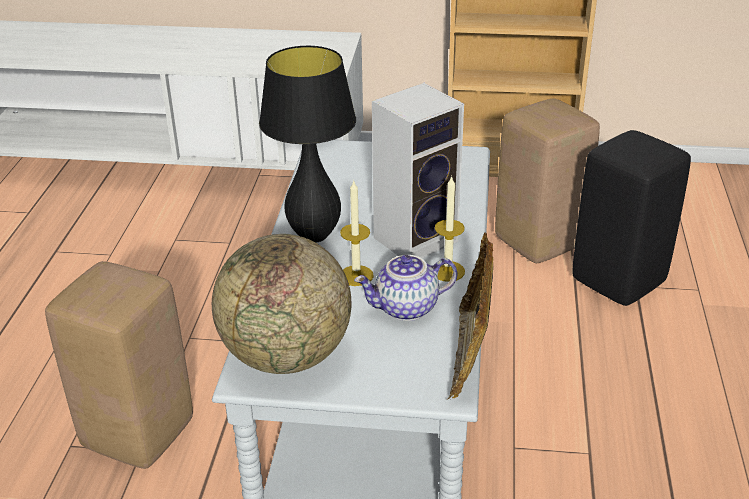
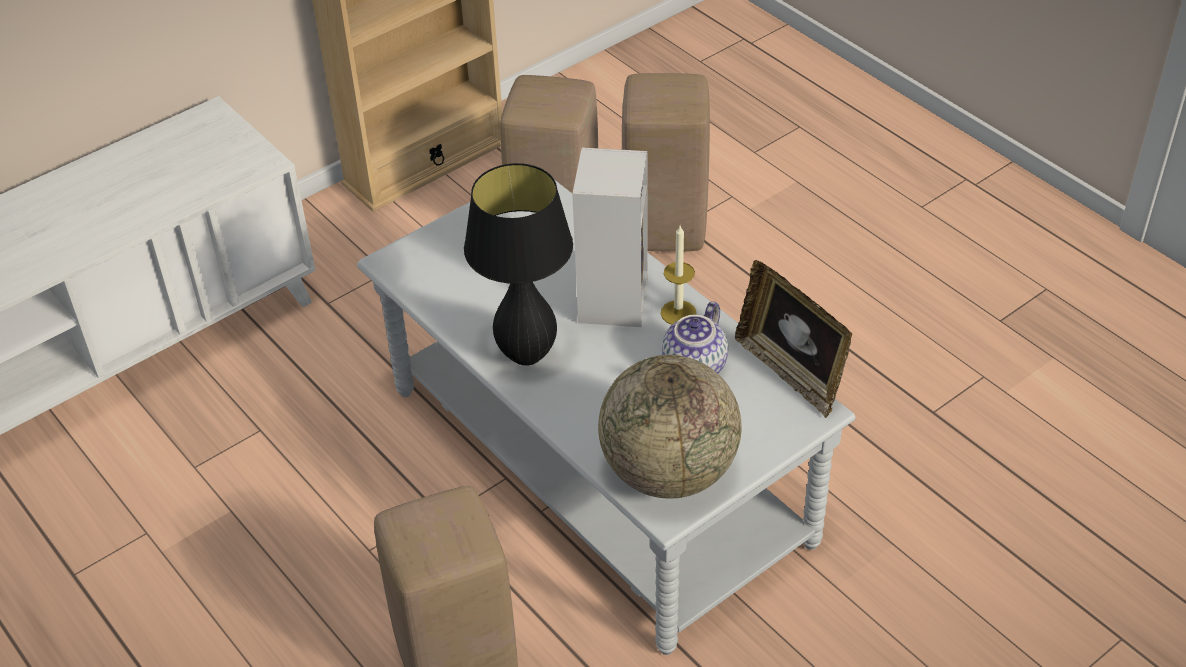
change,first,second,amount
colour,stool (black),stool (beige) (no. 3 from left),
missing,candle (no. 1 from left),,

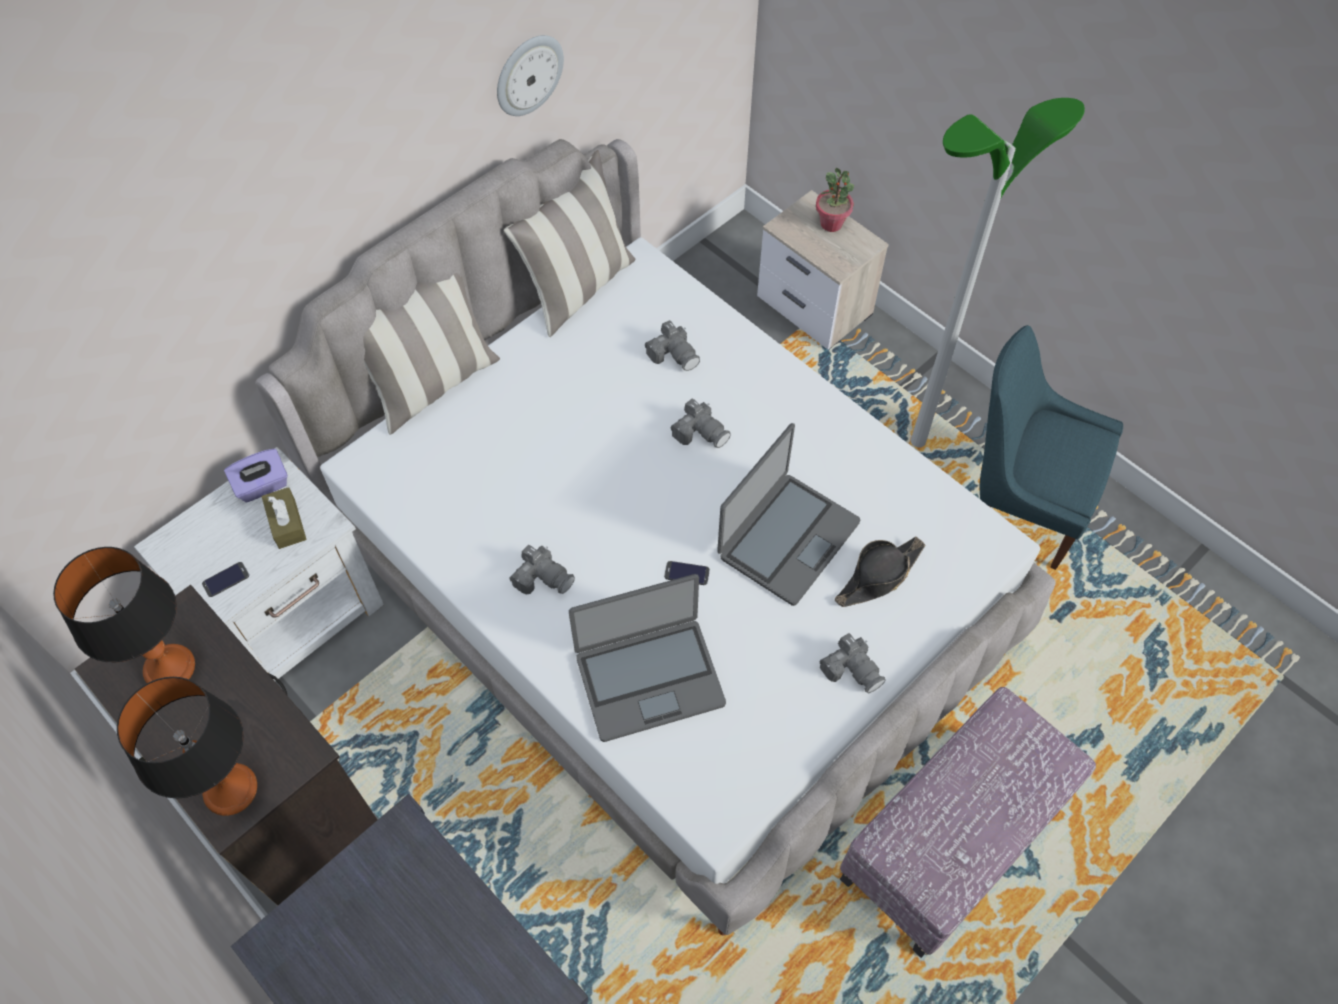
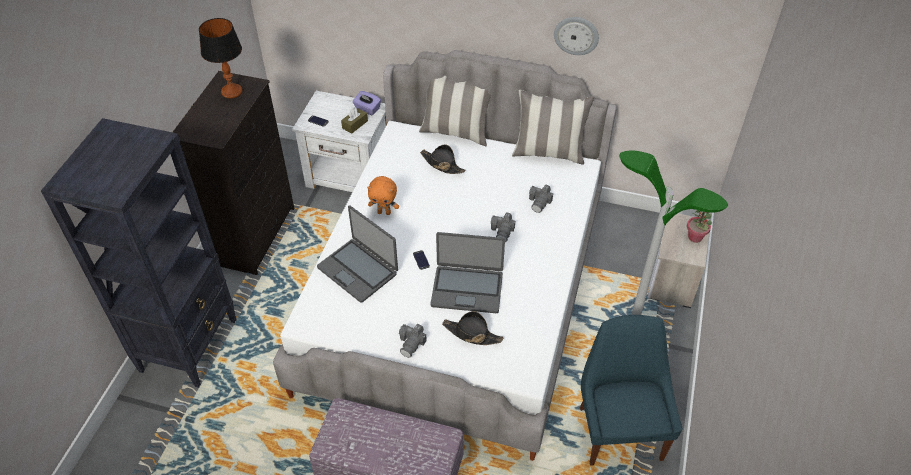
change,first,second,amount
exchanged,photo camera (no. 1 from left),plush toy (orange),
missing,table lamp (no. 2 from left),,
appeared,,hat (black) (no. 1 from left),

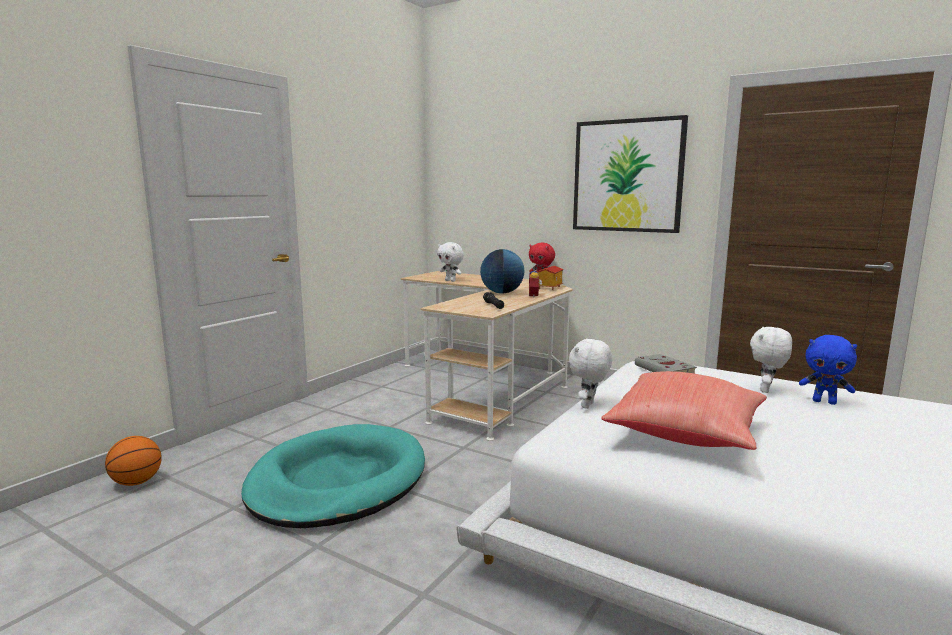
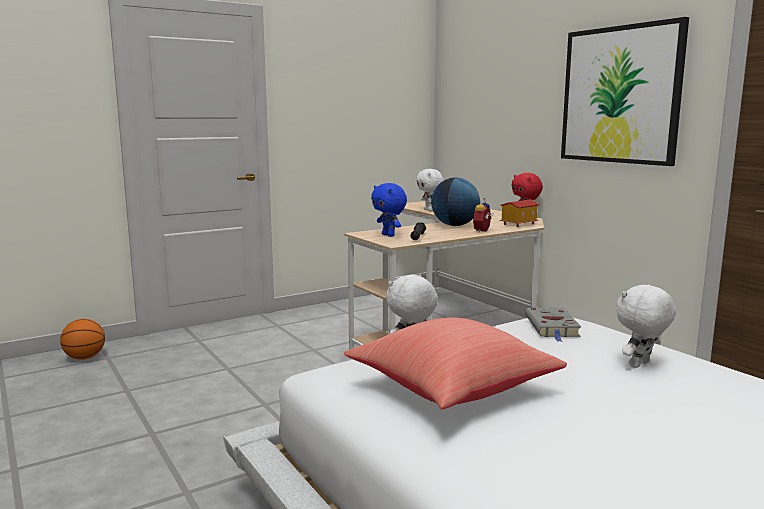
change,first,second,amount
relocated,plush toy (blue),,
missing,dog bed (turquoise),,

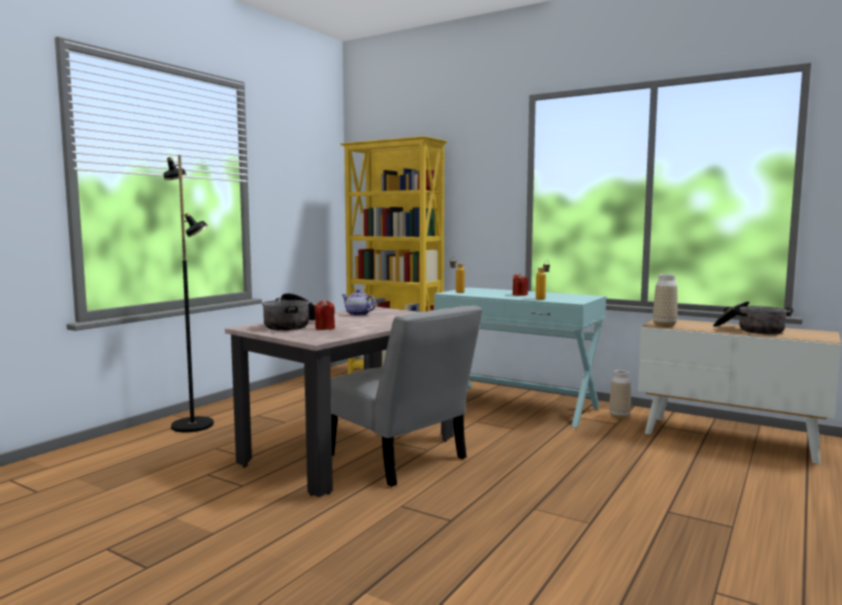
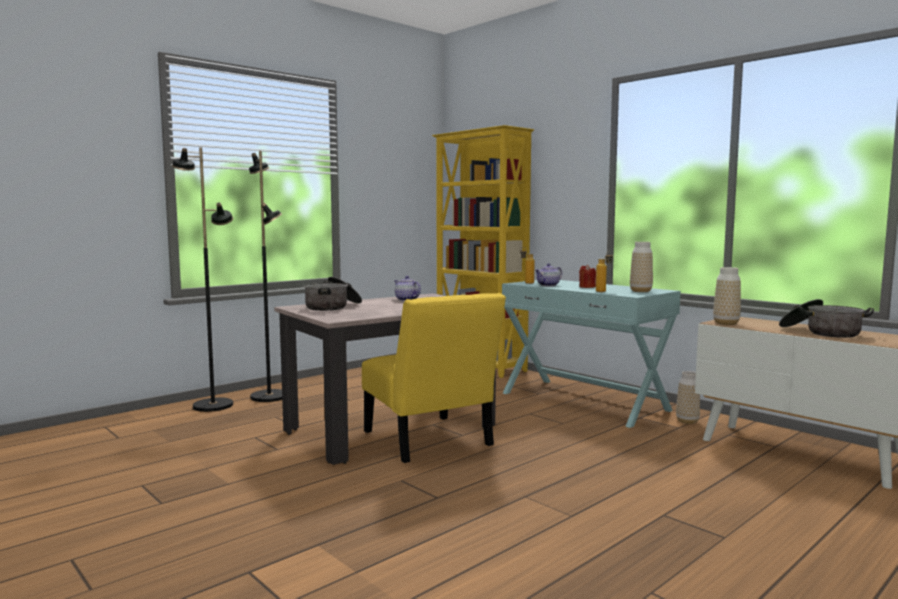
change,first,second,amount
missing,candle (red) (no. 1 from left),,
colour,chair (grey),chair (yellow),
appeared,,floor lamp (black) (no. 1 from left),
appeared,,vase (no. 1 from left),
appeared,,teapot (no. 2 from left),

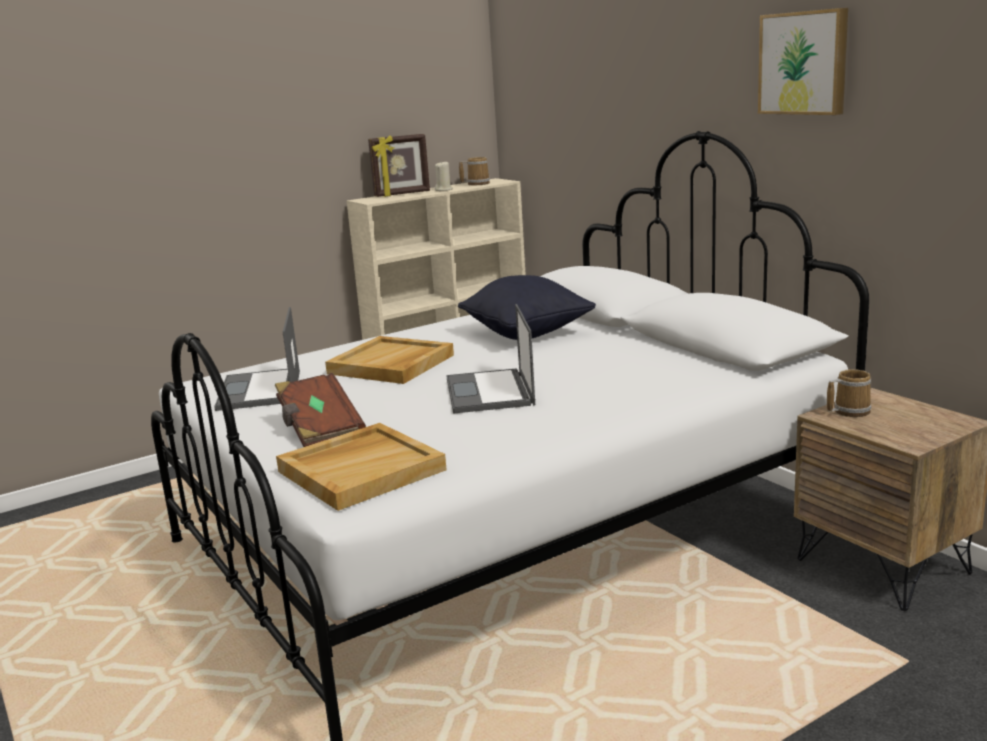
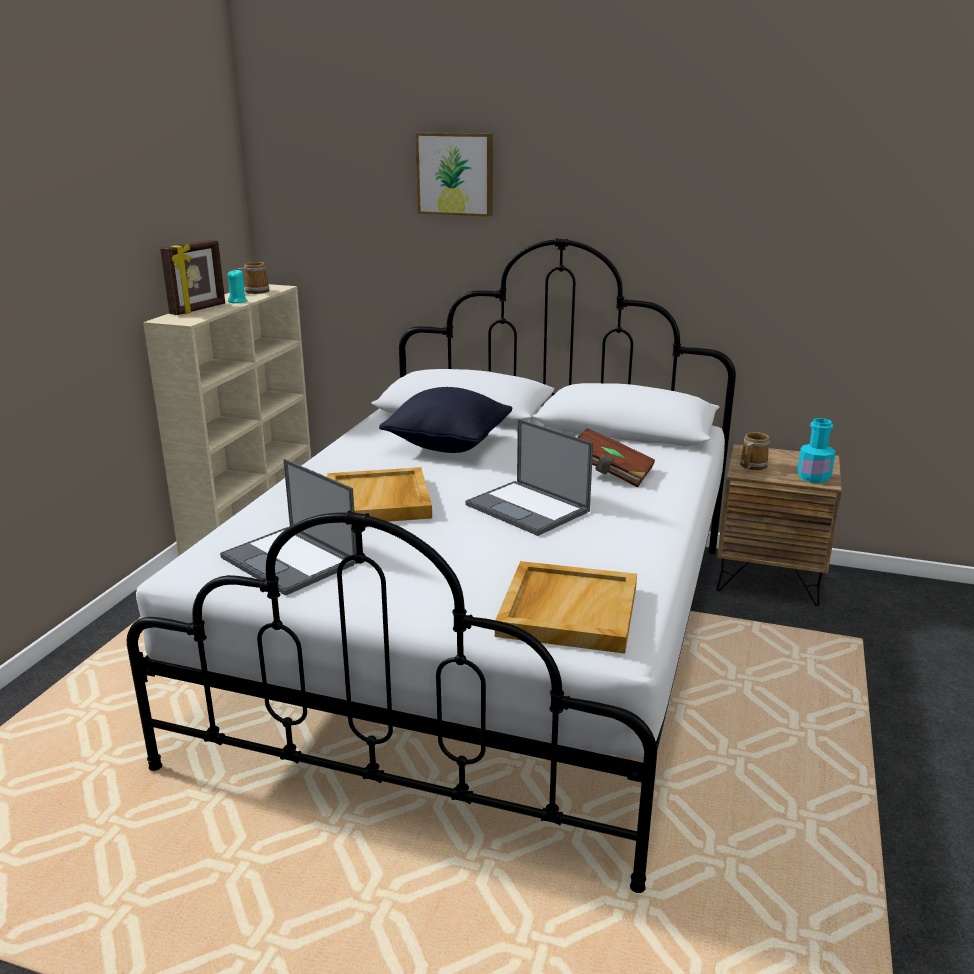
change,first,second,amount
relocated,picture,,
colour,candle (beige),candle (turquoise),
relocated,book (brown),,
appeared,,bottle (turquoise),

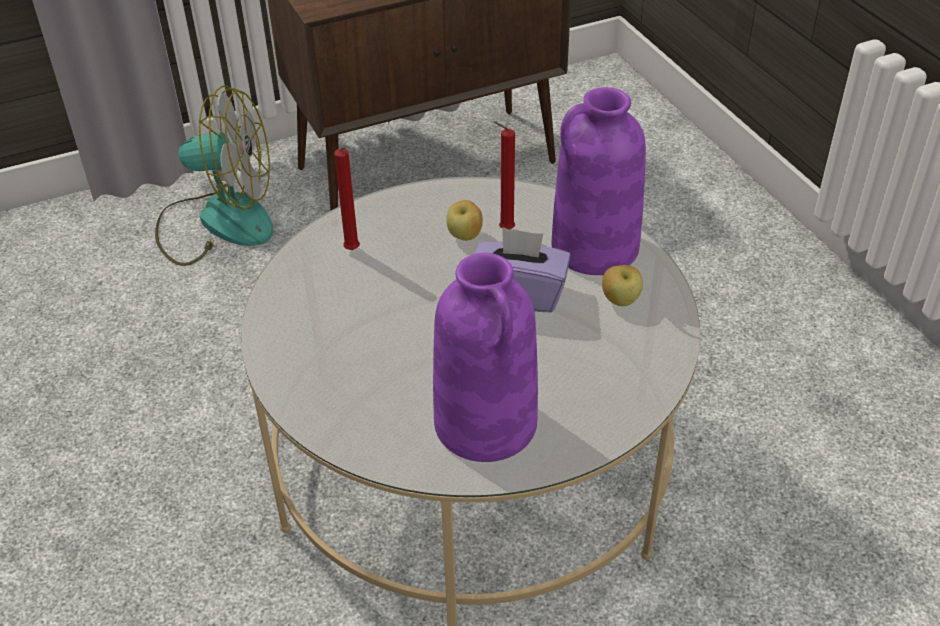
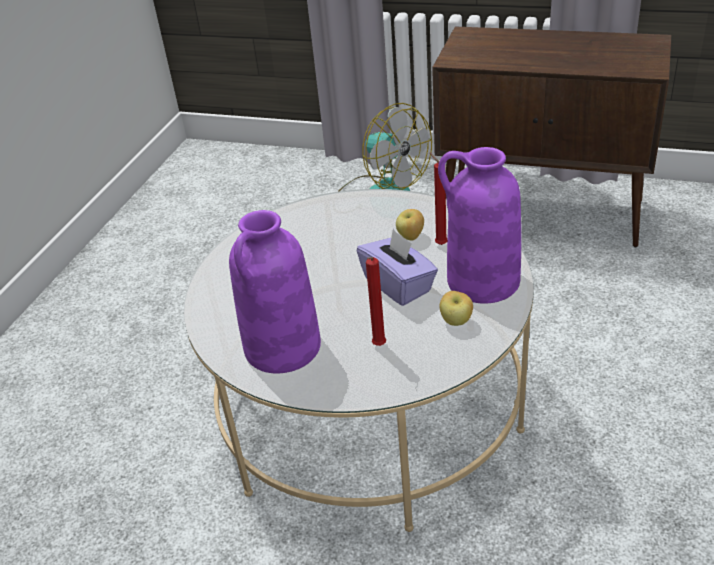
change,first,second,amount
relocated,candle (red) (no. 1 from left),,

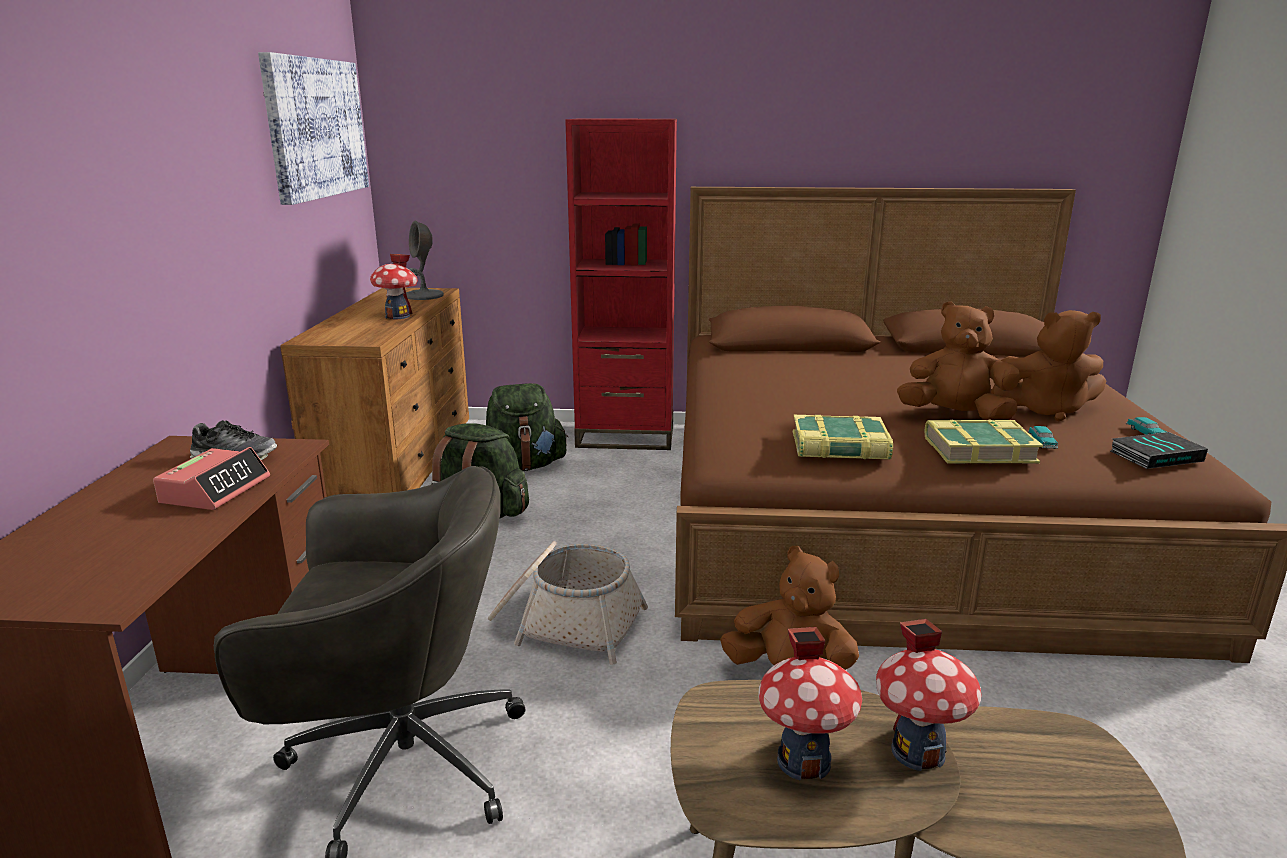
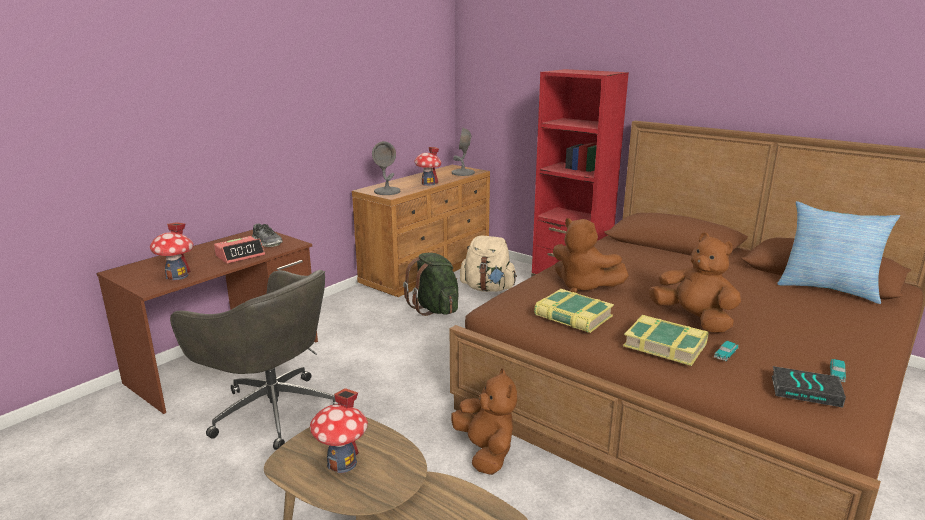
change,first,second,amount
missing,picture,,
relocated,plush toy (brown) (no. 3 from left in the first image),plush toy (brown) (no. 2 from left),
colour,backpack (green) (no. 2 from left),backpack (beige),
missing,basket,,
relocated,toy house (no. 3 from left in the first image),toy house (no. 1 from left),
appeared,,table lamp (grey) (no. 1 from left),
appeared,,pillow,

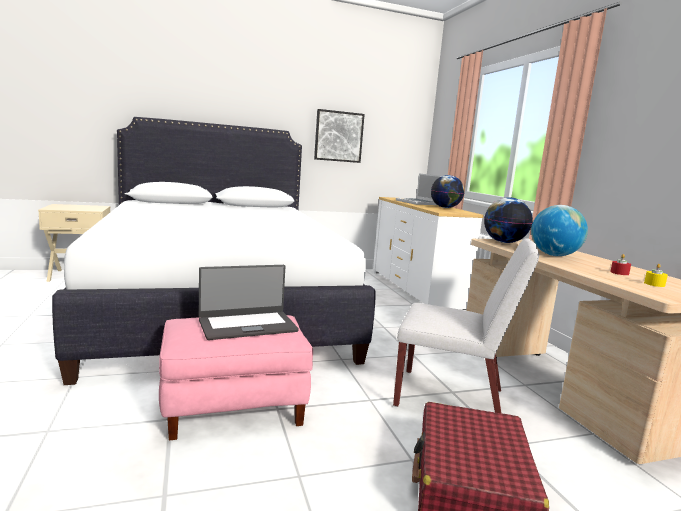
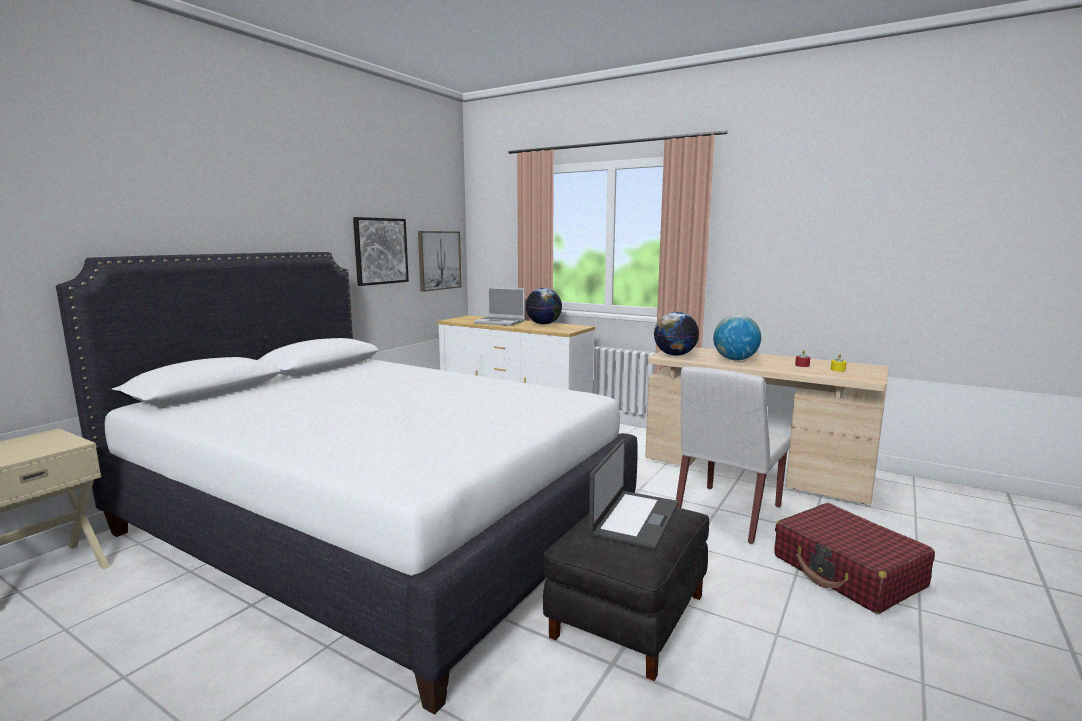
change,first,second,amount
spun,chair (white),,150 degrees clockwise
colour,ottoman (pink),ottoman (black),
appeared,,picture (no. 2 from left),

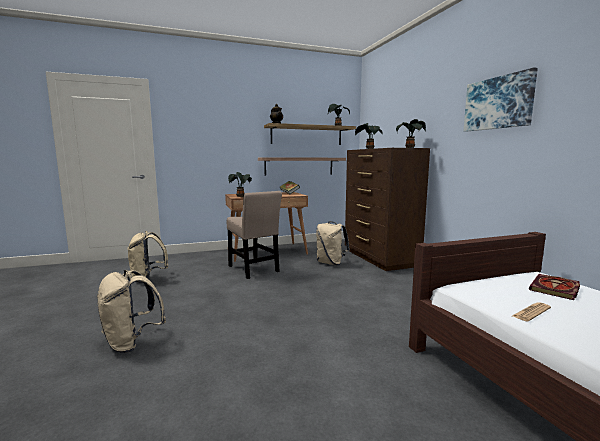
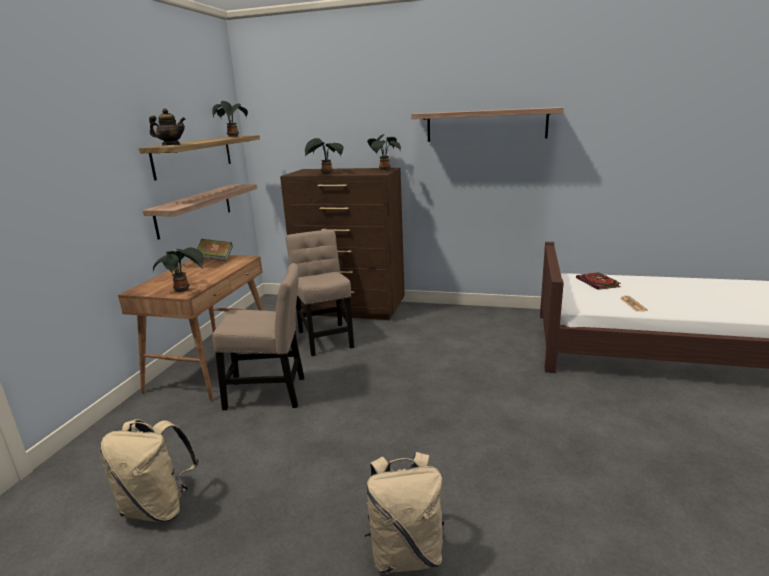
change,first,second,amount
exchanged,picture,shelf (no. 3 from left),
exchanged,backpack (beige) (no. 3 from left),chair (beige) (no. 2 from left),

